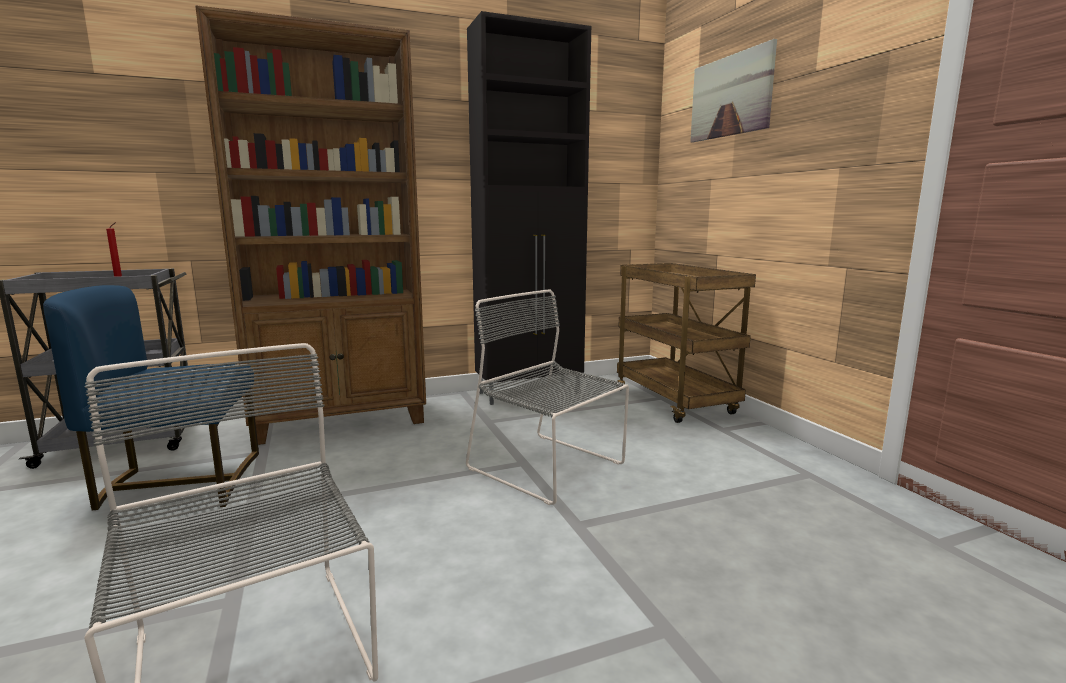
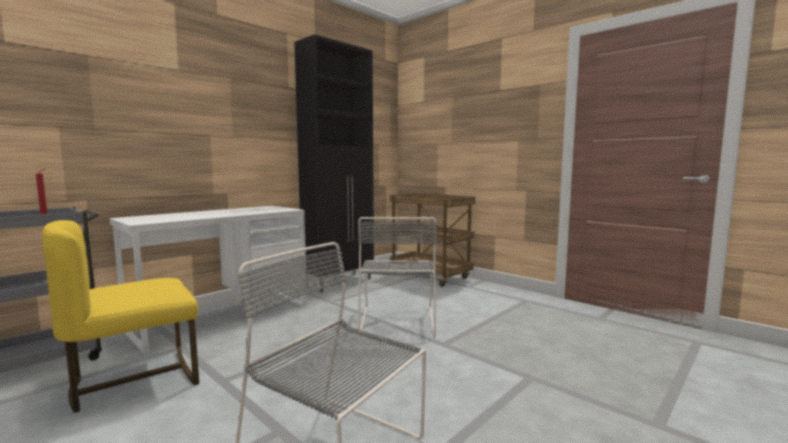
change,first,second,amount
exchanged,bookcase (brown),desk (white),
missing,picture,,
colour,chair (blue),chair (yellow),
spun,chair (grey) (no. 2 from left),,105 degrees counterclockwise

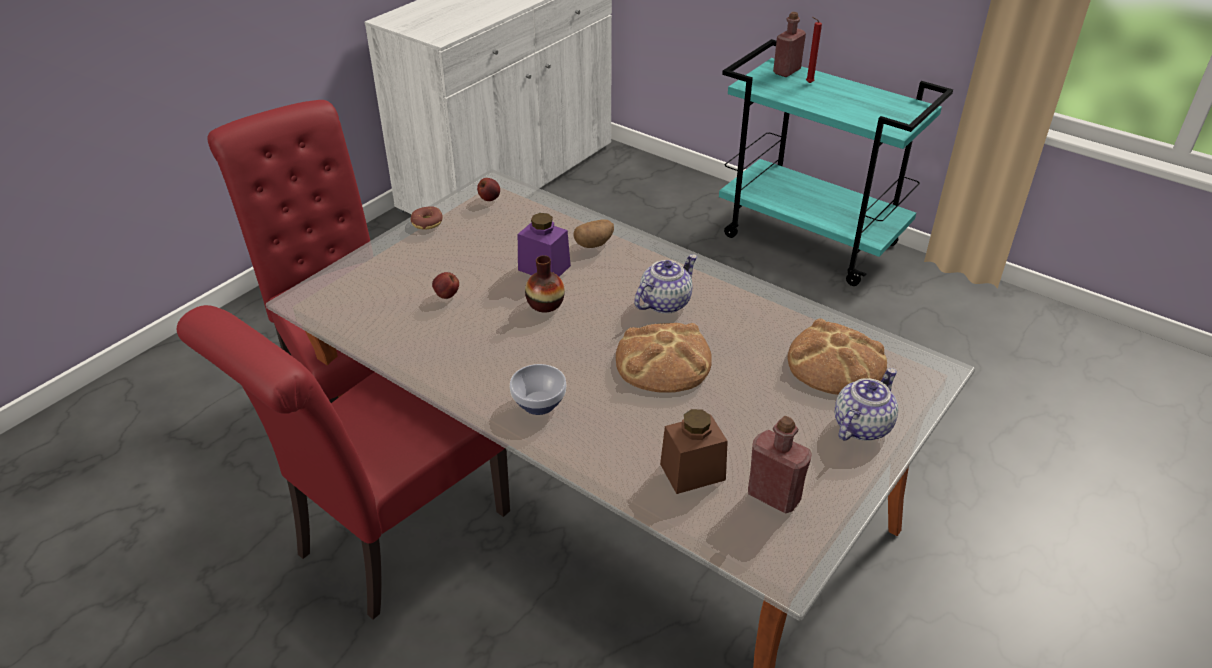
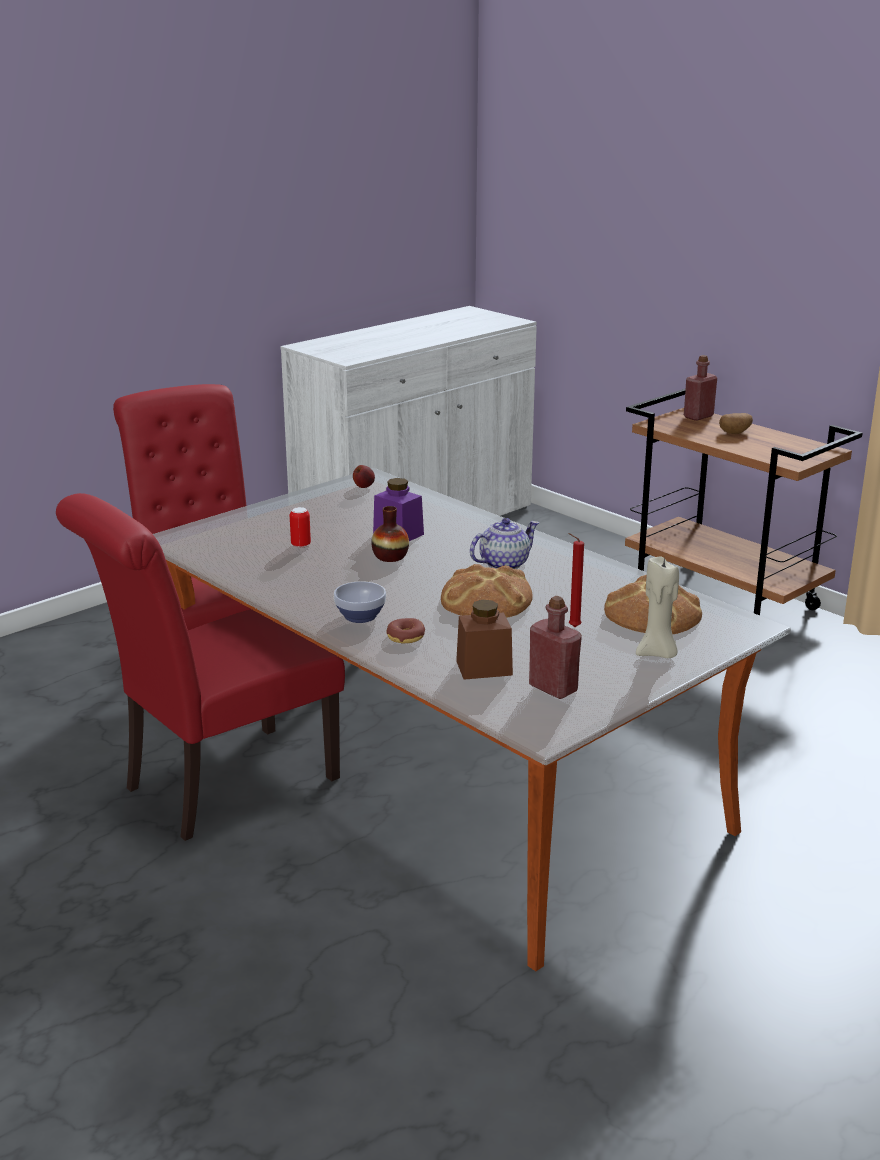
change,first,second,amount
relocated,candle (red),,
colour,cart (turquoise),cart (brown),
relocated,donut,,
relocated,potato,,
exchanged,apple (no. 1 from left),can,
exchanged,teapot (no. 2 from left),candle (beige),

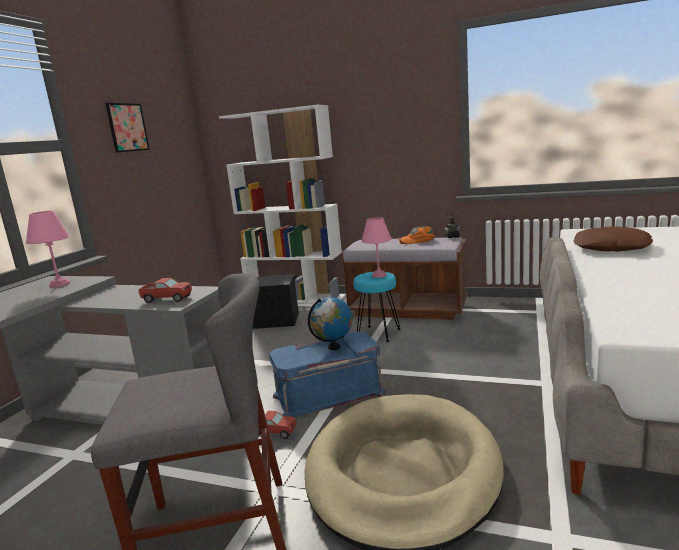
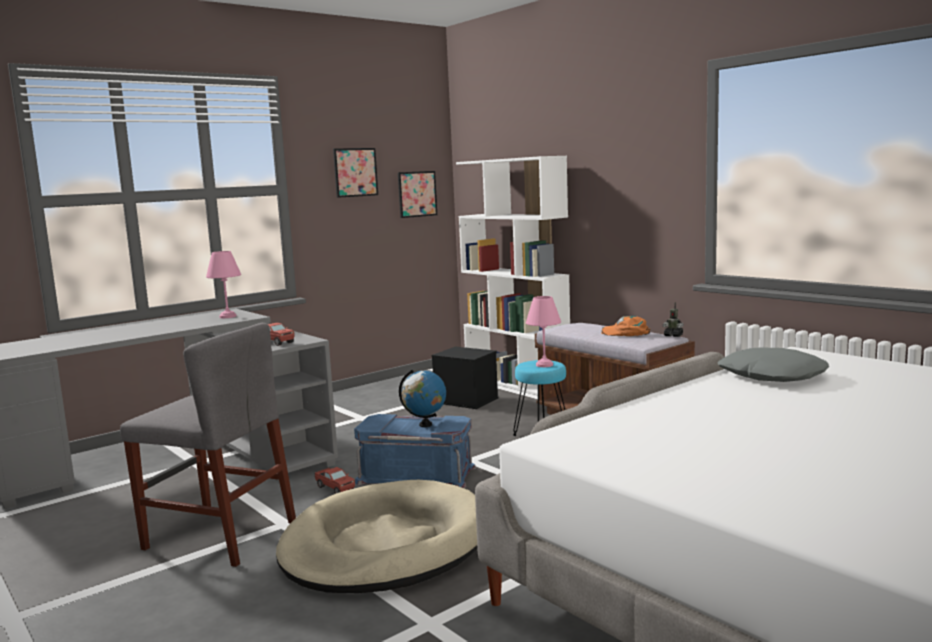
change,first,second,amount
colour,pillow (brown),pillow (grey),
appeared,,picture (no. 2 from left),

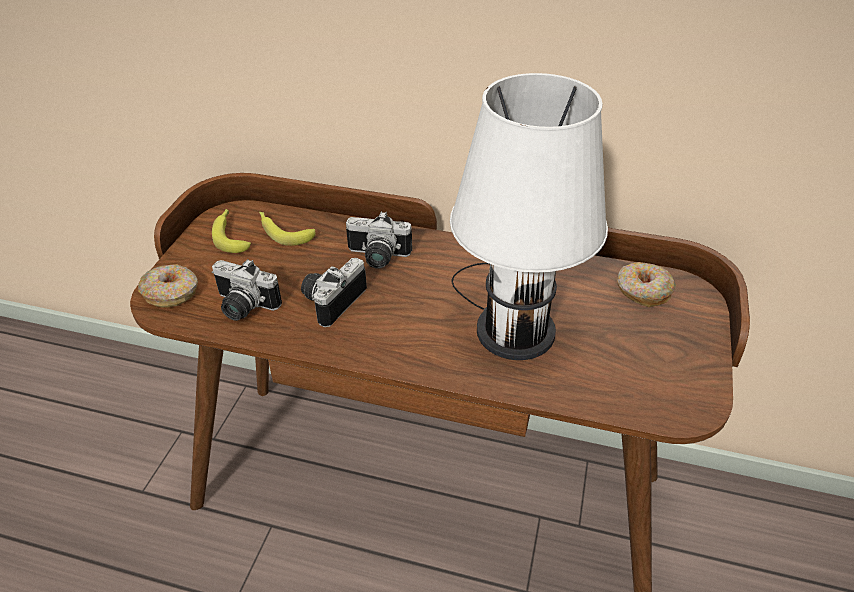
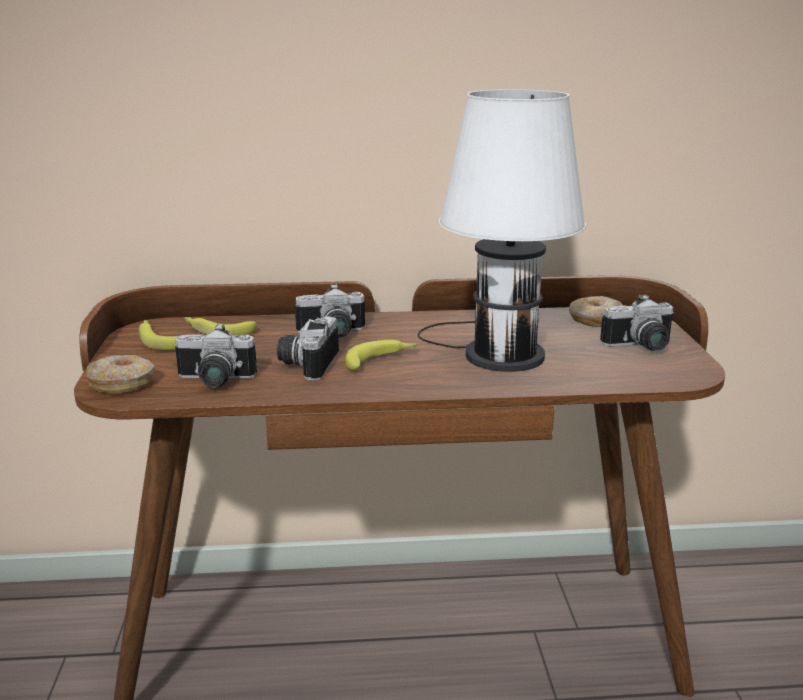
change,first,second,amount
appeared,,photo camera (no. 4 from left),
appeared,,banana (no. 3 from left),

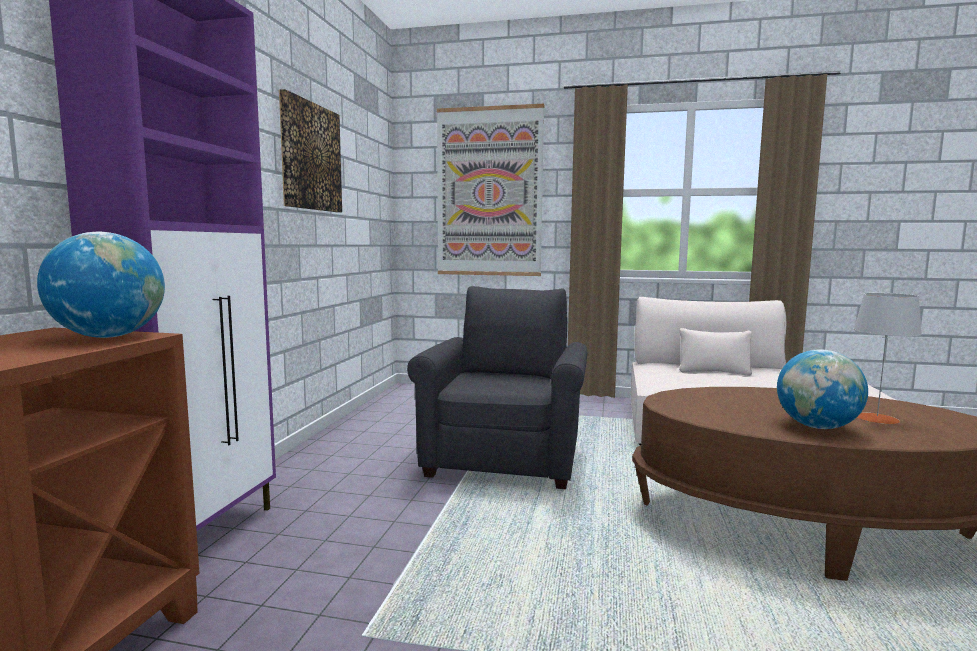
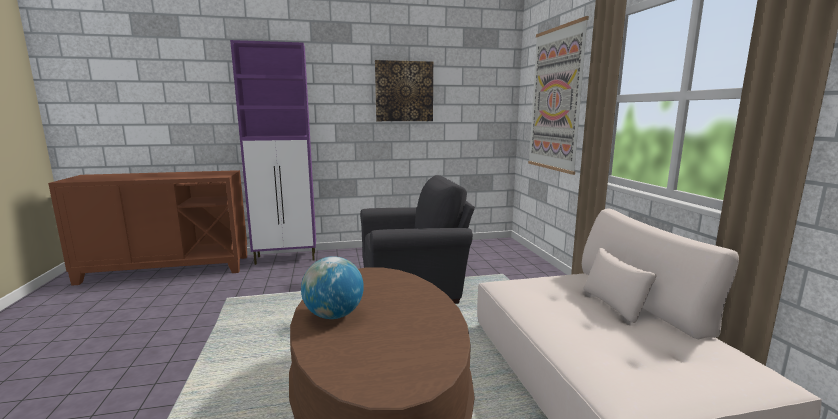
change,first,second,amount
missing,globe (no. 1 from left),,
missing,table lamp (grey),,

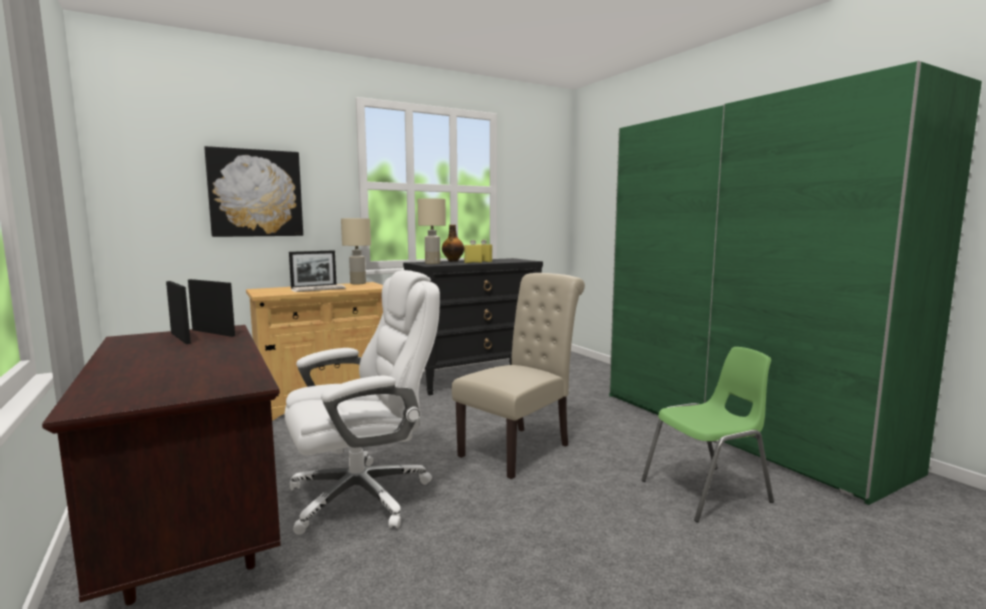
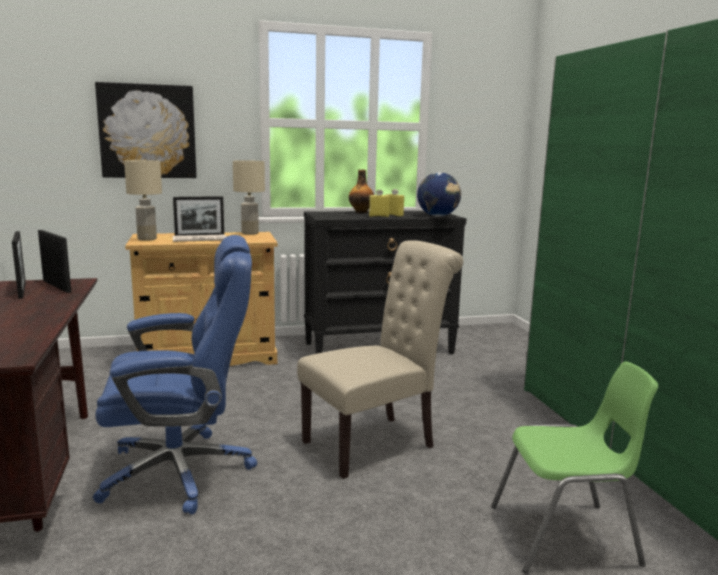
change,first,second,amount
relocated,table lamp (beige) (no. 2 from left in the first image),table lamp (beige) (no. 1 from left),
colour,office chair (white),office chair (blue),
appeared,,globe,

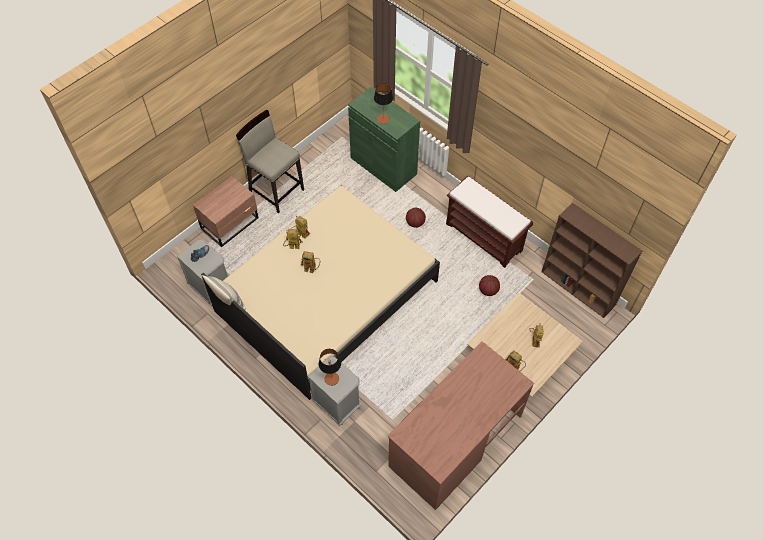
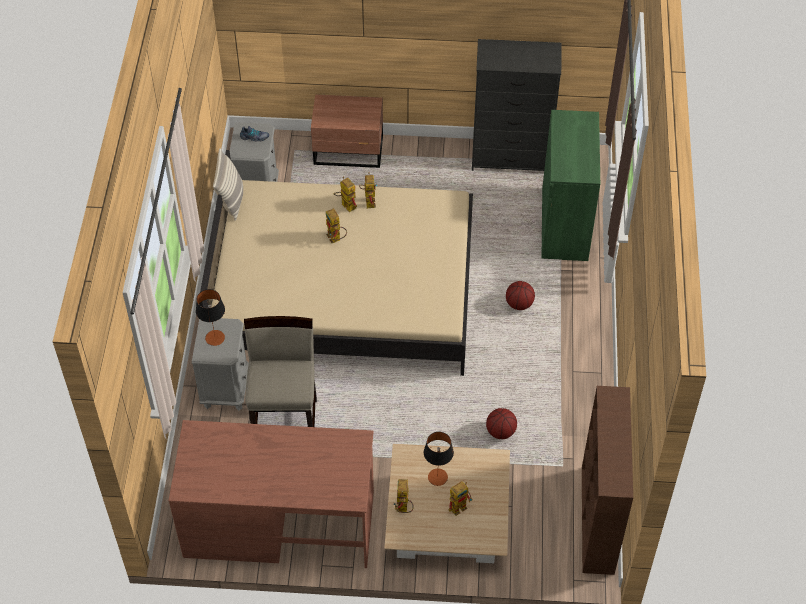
change,first,second,amount
relocated,table lamp (no. 2 from left),,
relocated,stool (beige),,
missing,bench (brown),,
appeared,,dresser (black),

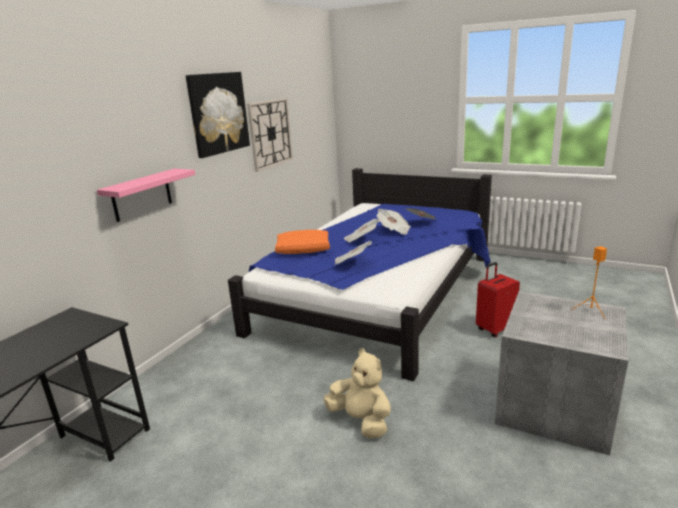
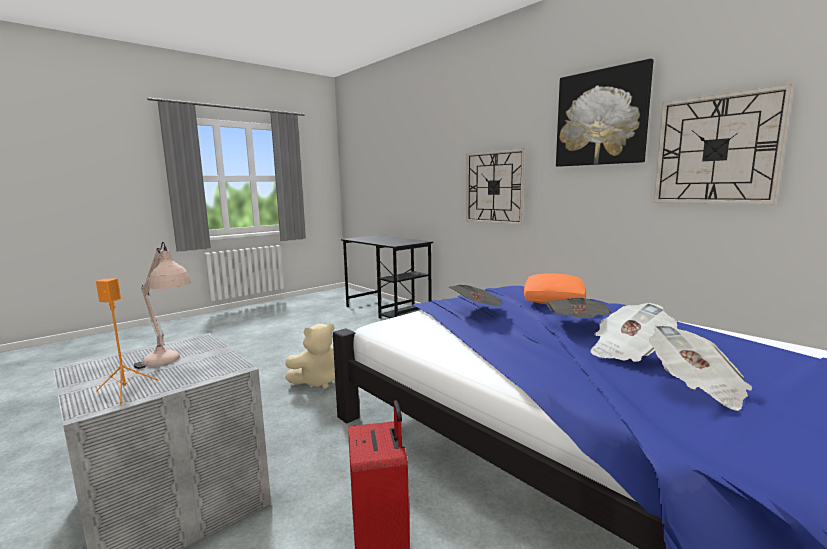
change,first,second,amount
exchanged,shelf (pink),wall clock (no. 1 from left),
appeared,,table lamp (beige),

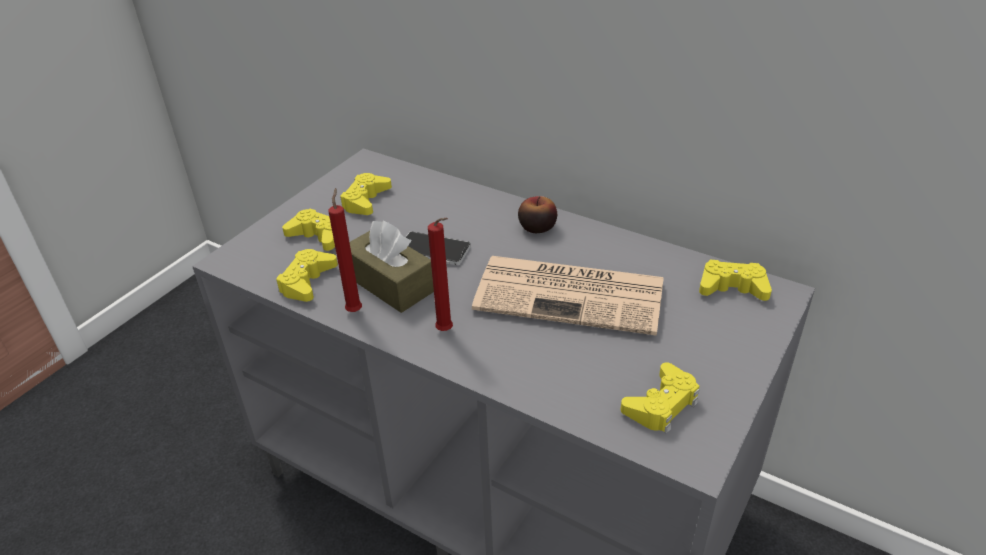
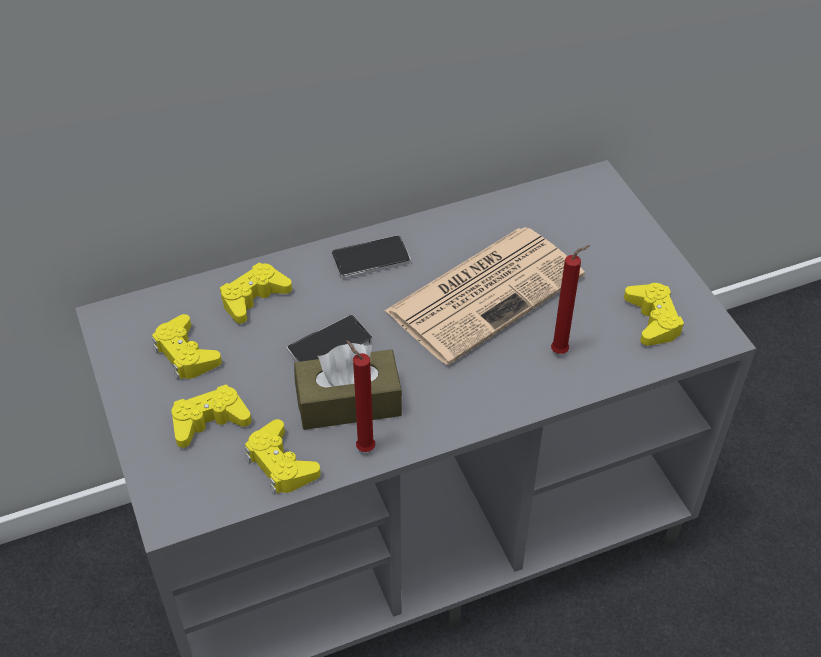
change,first,second,amount
exchanged,apple,phone (no. 2 from left),
relocated,candle (red) (no. 2 from left),,
relocated,game controller (yellow) (no. 5 from left in the first image),game controller (yellow) (no. 3 from left),

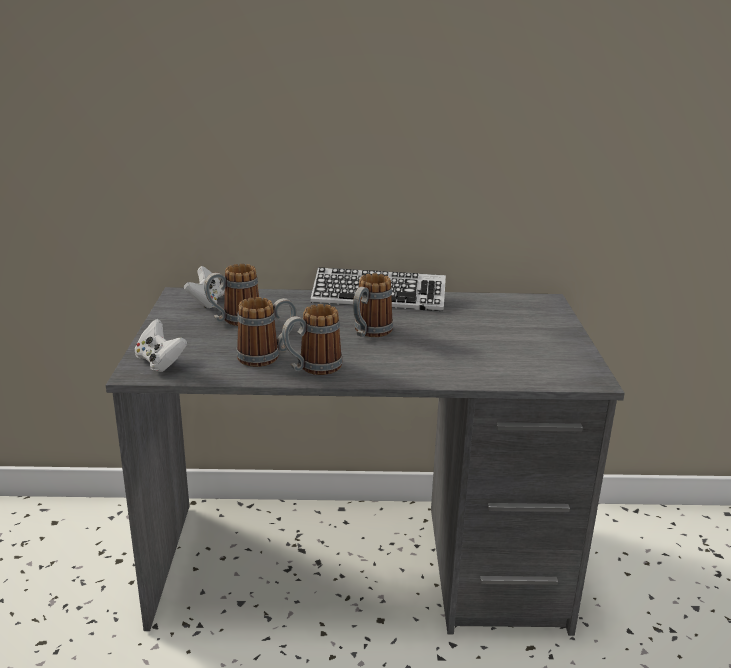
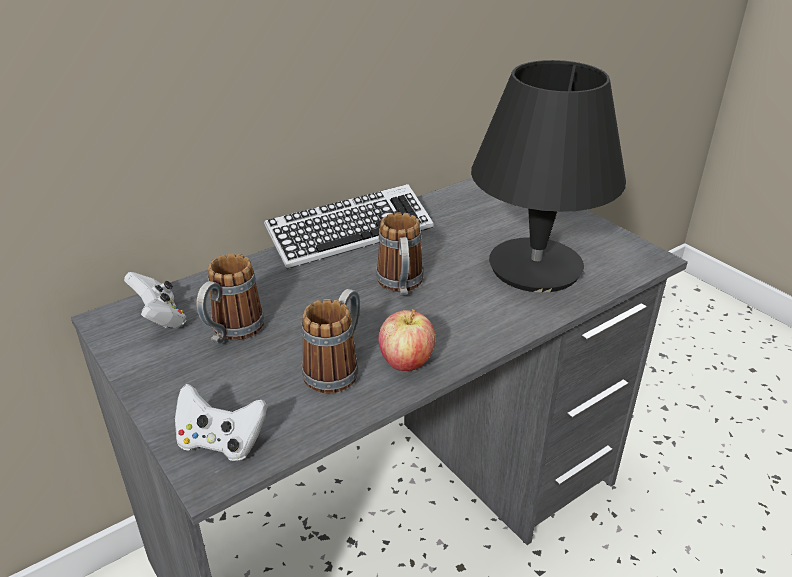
change,first,second,amount
exchanged,mug (no. 3 from left),apple,
appeared,,table lamp (black),

